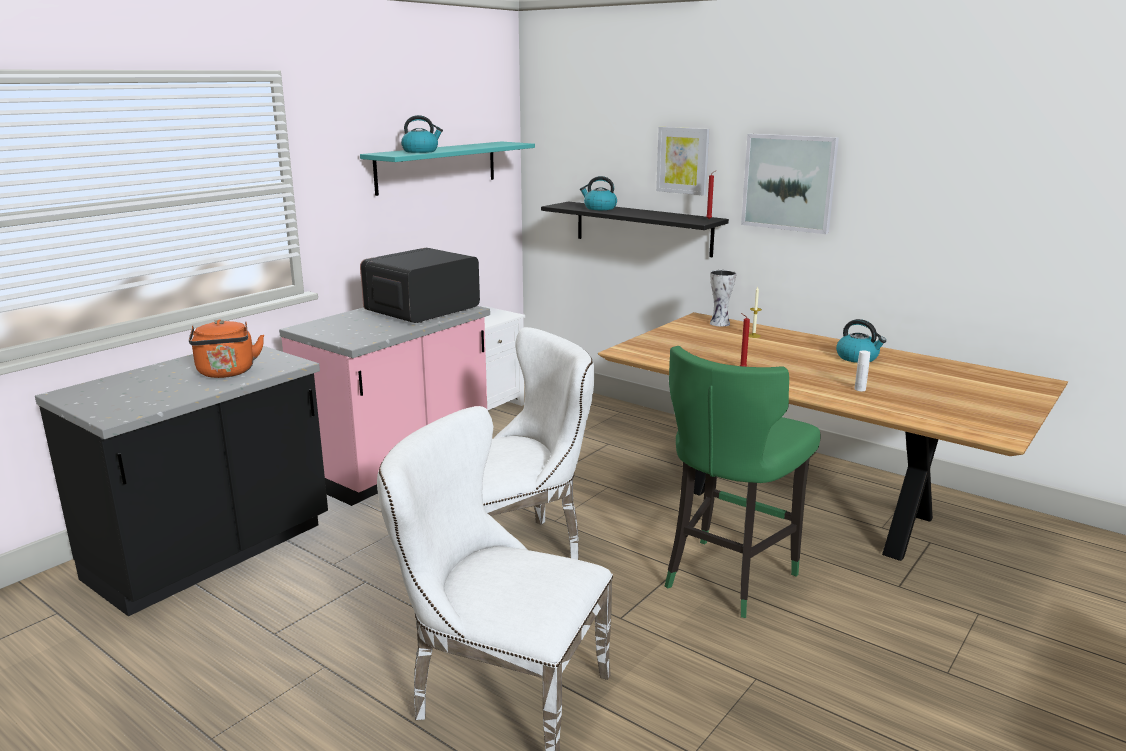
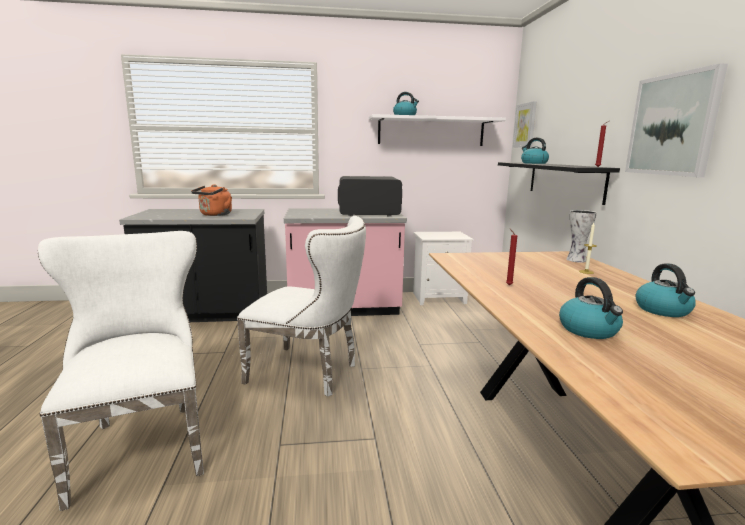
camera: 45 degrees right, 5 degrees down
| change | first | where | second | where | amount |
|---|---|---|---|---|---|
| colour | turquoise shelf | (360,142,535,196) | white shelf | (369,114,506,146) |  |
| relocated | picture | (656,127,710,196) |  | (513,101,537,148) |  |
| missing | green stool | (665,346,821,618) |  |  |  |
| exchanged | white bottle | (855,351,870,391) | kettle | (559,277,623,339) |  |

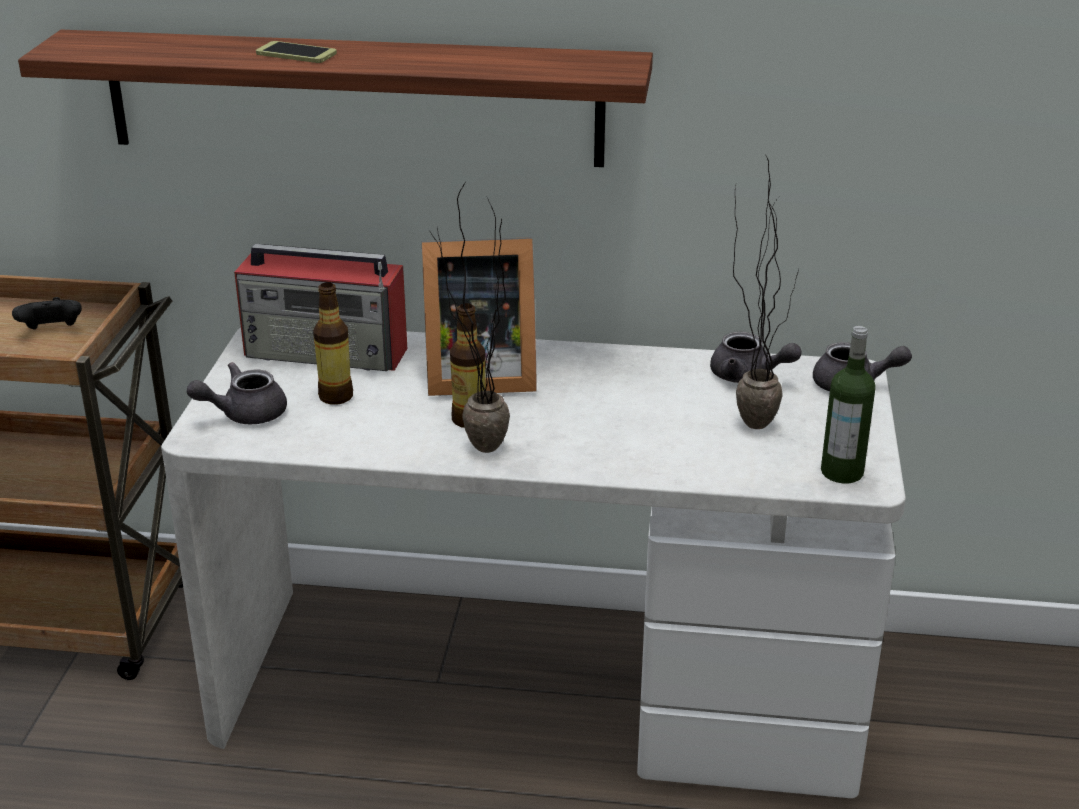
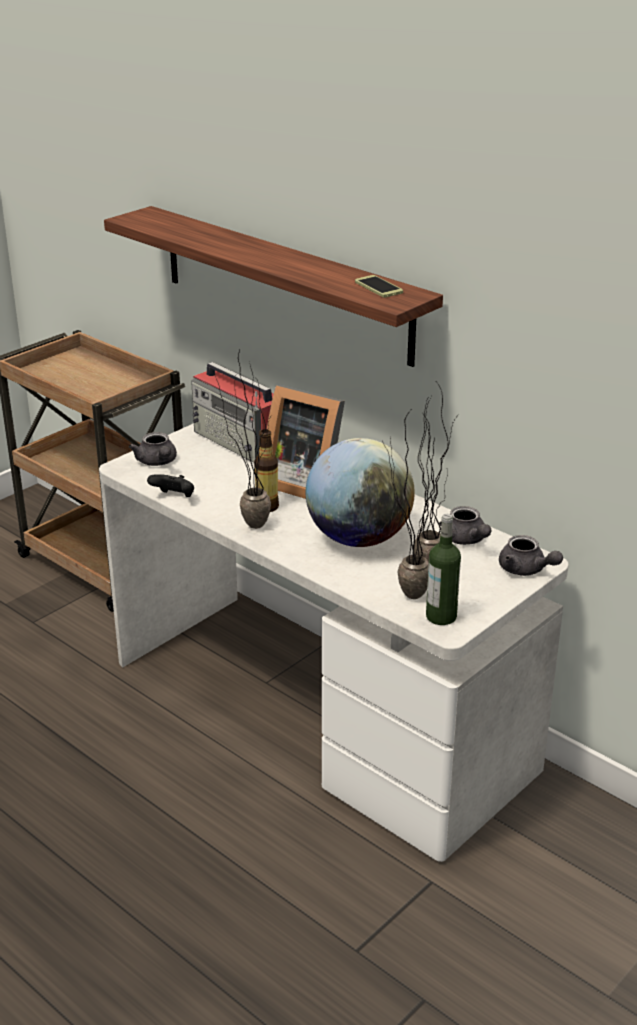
camera: 35 degrees right, 0 degrees up
| change | first | where | second | where | amount |
|---|---|---|---|---|---|
| relocated | black game controller | (12,297,82,330) |  | (147,474,194,497) |  |
| spun | grey teapot | (187,362,287,424) |  | (129,432,177,466) | 120 degrees counterclockwise |
| relocated | phone | (256,41,337,63) |  | (355,275,403,298) |  |
| missing | bottle | (313,282,353,405) |  |  |  |
| appeared |  |  | globe | (306,438,415,547) |  |
| appeared |  |  | potted plant | (382,410,435,599) |  |

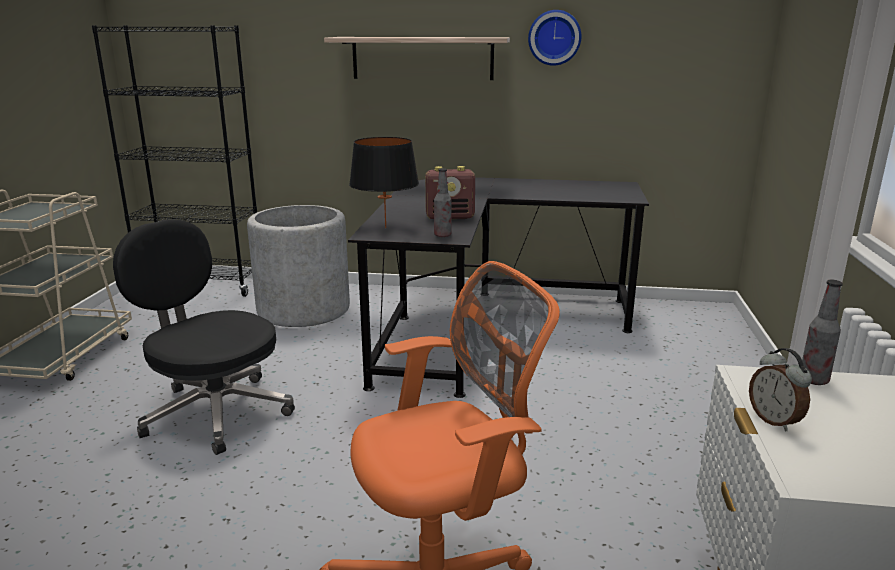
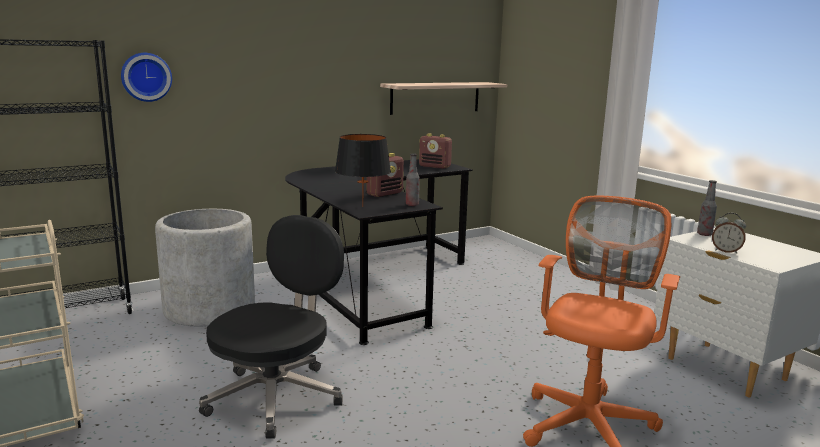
camera: 40 degrees left, 5 degrees down
| change | first | where | second | where | amount |
|---|---|---|---|---|---|
| spun | black office chair | (113,219,295,455) |  | (199,215,344,439) | 120 degrees clockwise |
| relocated | shelf | (324,37,510,80) |  | (380,82,507,115) |  |
| relocated | wall clock | (528,10,581,66) |  | (121,53,172,102) |  |
| appeared |  |  | radio | (419,133,452,169) |  |

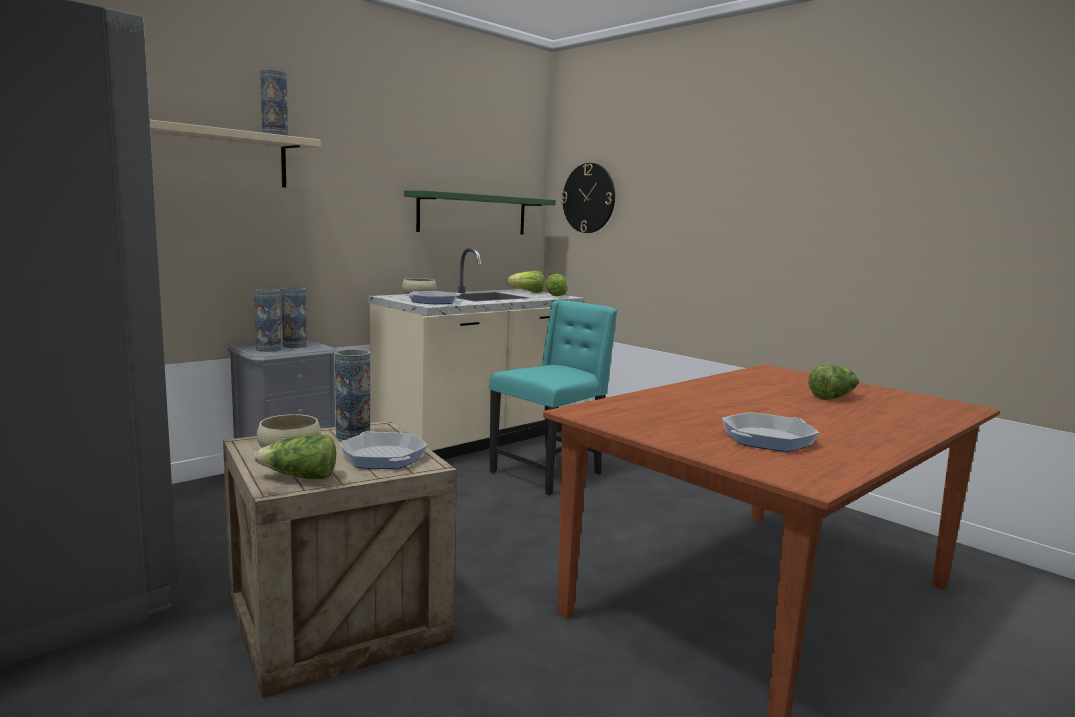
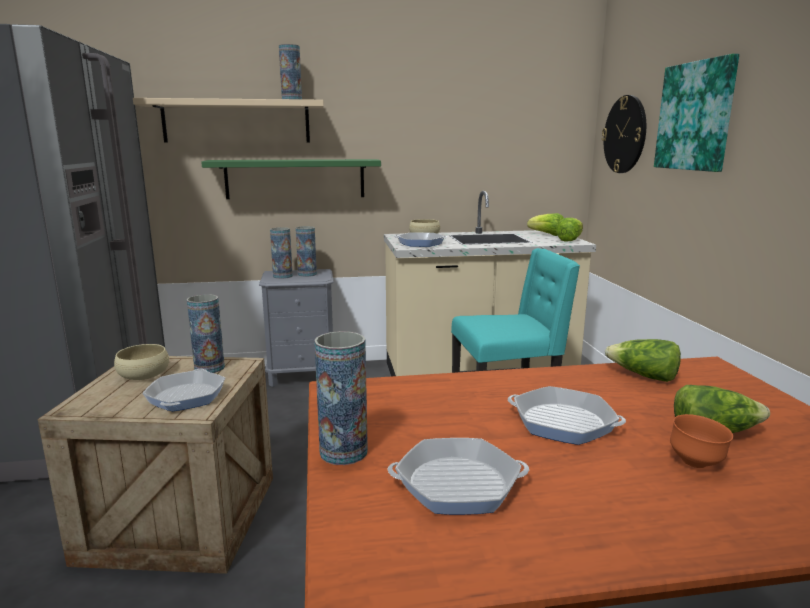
camera: 35 degrees right, 5 degrees up
| change | first | where | second | where | amount |
|---|---|---|---|---|---|
| relocated | lettuce | (254,434,336,479) |  | (605,339,681,382) |  |
| relocated | green shelf | (404,190,556,235) |  | (201,159,381,199) |  |
| appeared |  |  | vase | (314,331,368,465) |  |
| appeared |  |  | frying pan | (507,386,626,445) |  |
| appeared |  |  | picture | (654,54,739,172) |  |
| appeared |  |  | orange bowl | (670,414,733,468) |  |

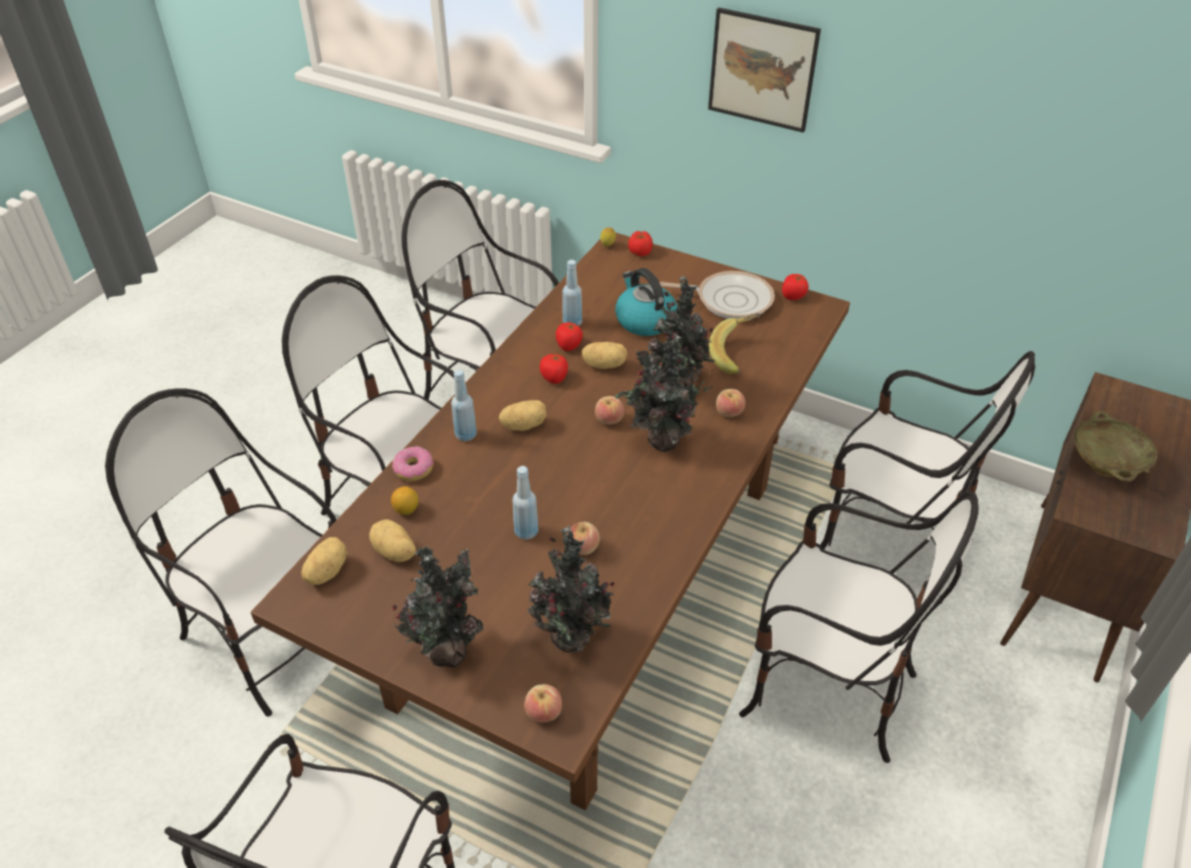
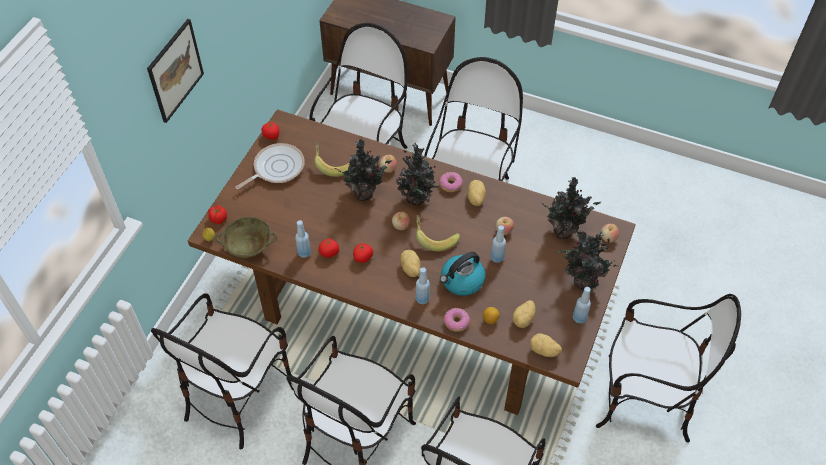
camera: 95 degrees left, 10 degrees up
| change | first | where | second | where | amount |
|---|---|---|---|---|---|
| relocated | potato | (582,342,627,369) |  | (468,180,486,206) |  |
| relocated | kettle | (615,268,677,336) |  | (440,252,485,296) |  |
| spun | frying pan | (660,271,775,319) |  | (235,143,305,189) | 45 degrees clockwise |
| relocated | beige bowl | (1073,411,1158,482) |  | (216,217,277,258) |  |
| appeared |  |  | banana | (416,215,460,251) |  |
| appeared |  |  | donut | (439,172,463,192) |  |
| appeared |  |  | blue bottle | (573,287,591,323) |  |

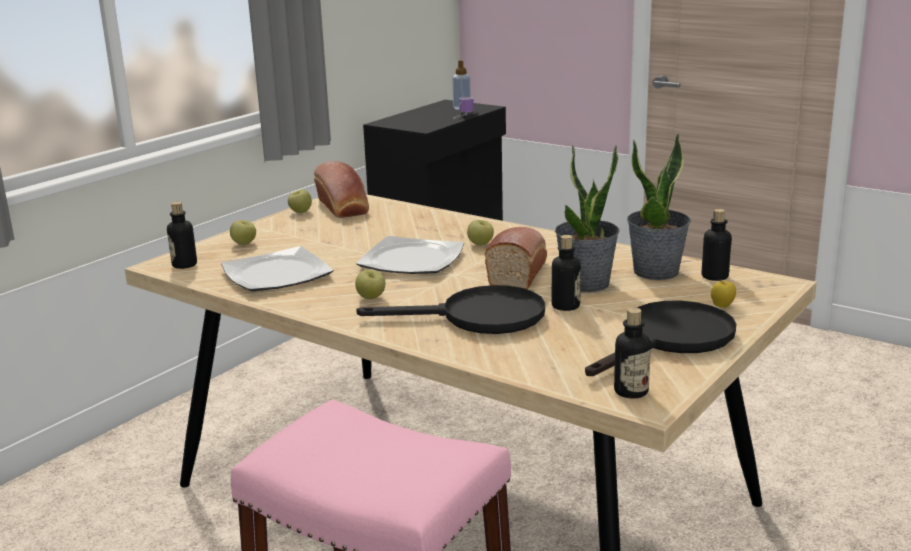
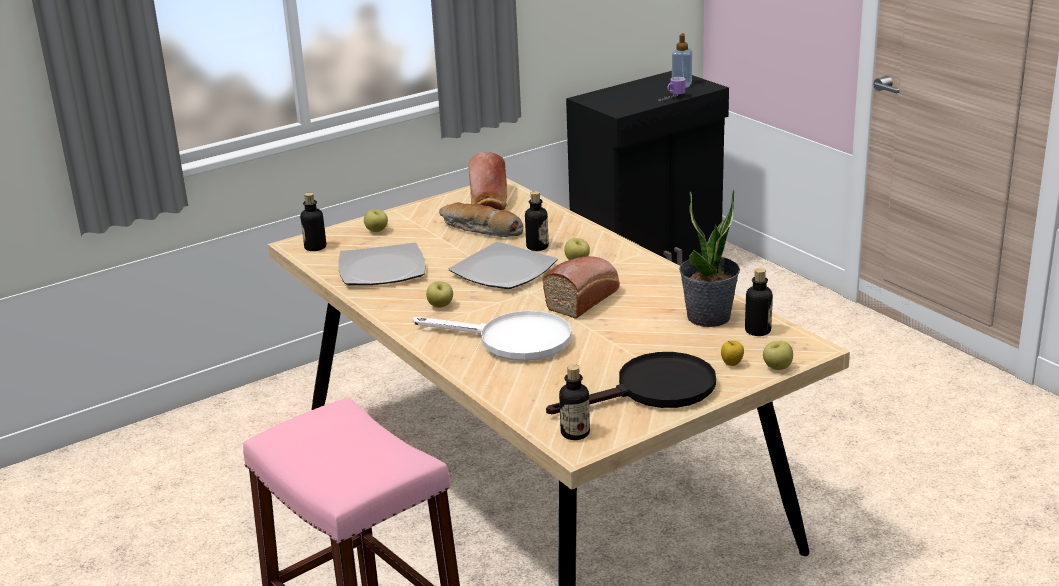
camera: 20 degrees right, 5 degrees up
| change | first | where | second | where | amount |
|---|---|---|---|---|---|
| relocated | apple | (288,190,312,213) |  | (763,341,793,370) |  |
| colour | black frying pan | (356,285,545,334) | white frying pan | (413,311,572,361) |  |
| relocated | bottle | (552,235,581,311) |  | (525,191,549,251) |  |
| missing | potted plant | (555,145,619,292) |  |  |  |
| appeared |  |  | bread | (439,202,523,237) |  |

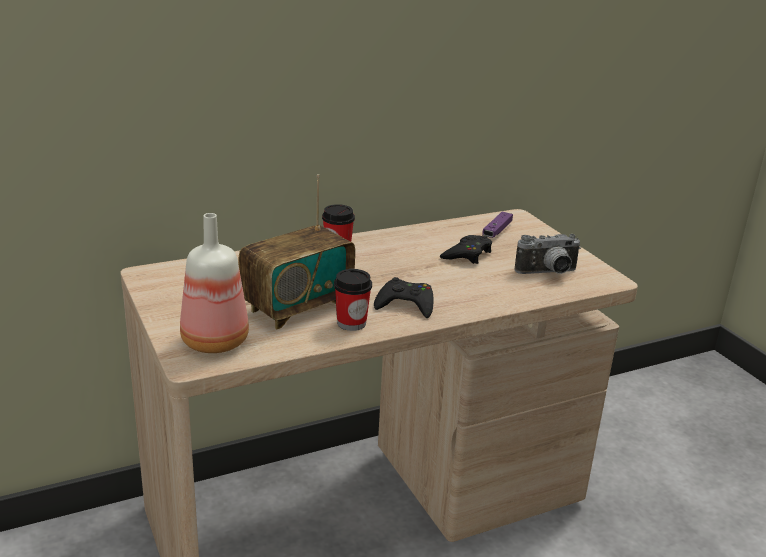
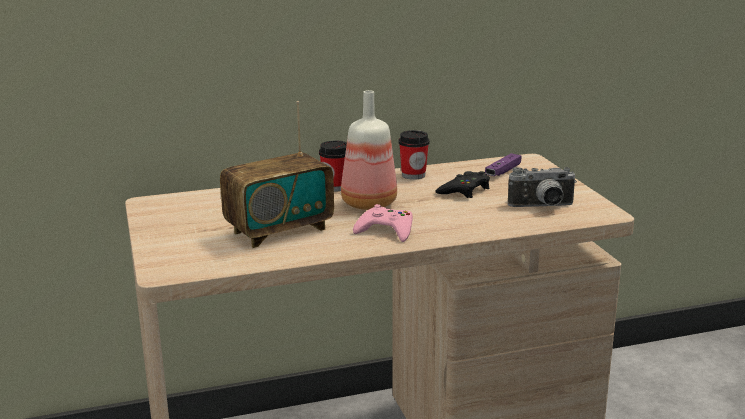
camera: 10 degrees right, 5 degrees down
| change | first | where | second | where | amount |
|---|---|---|---|---|---|
| relocated | bottle | (180,213,249,353) |  | (341,90,397,210) |  |
| relocated | cup | (334,269,372,331) |  | (398,130,429,180) |  |
| colour | black game controller | (374,277,433,318) | pink game controller | (353,204,413,242) |  |

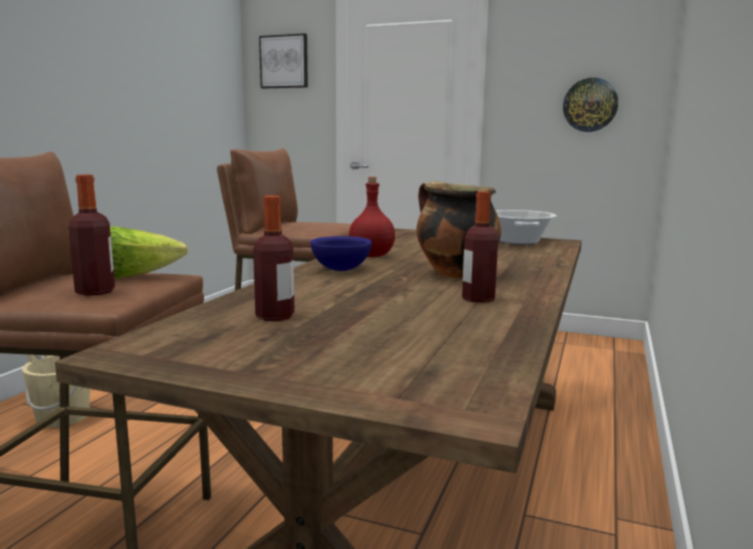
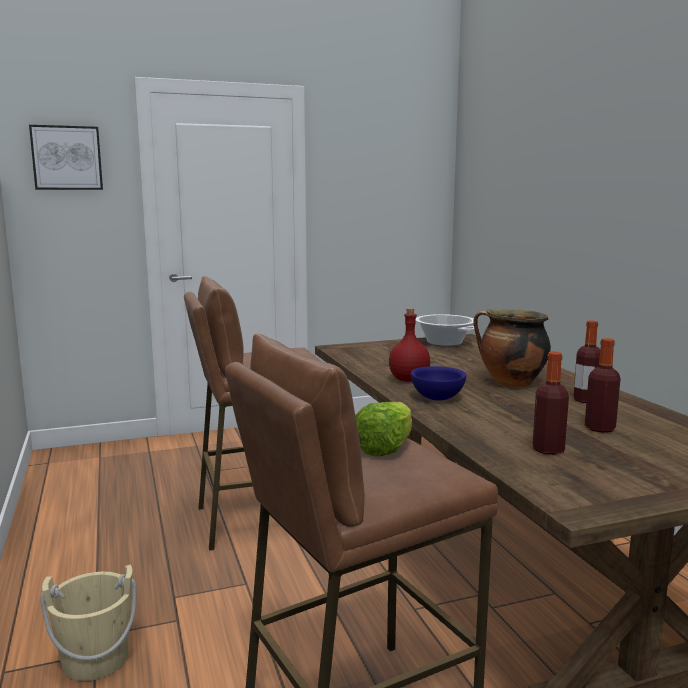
camera: 40 degrees left, 0 degrees up
| change | first | where | second | where | amount |
|---|---|---|---|---|---|
| relocated | bottle | (68,175,115,296) |  | (585,338,621,433) |  |
| missing | wall clock | (563,78,618,132) |  |  |  |

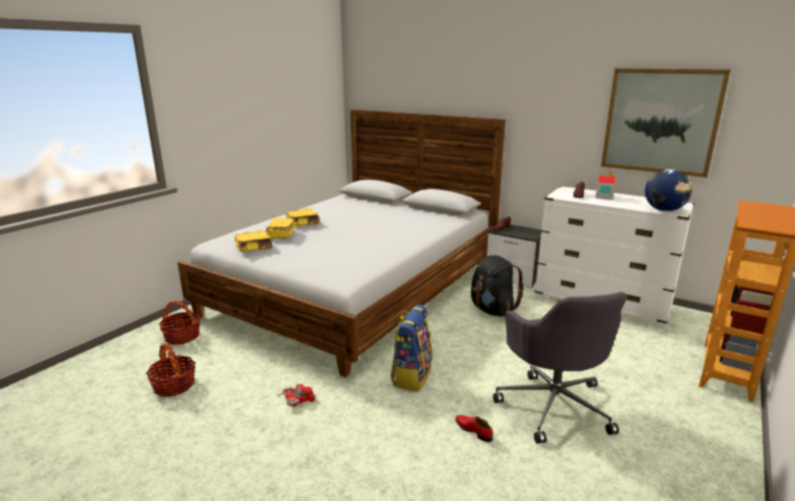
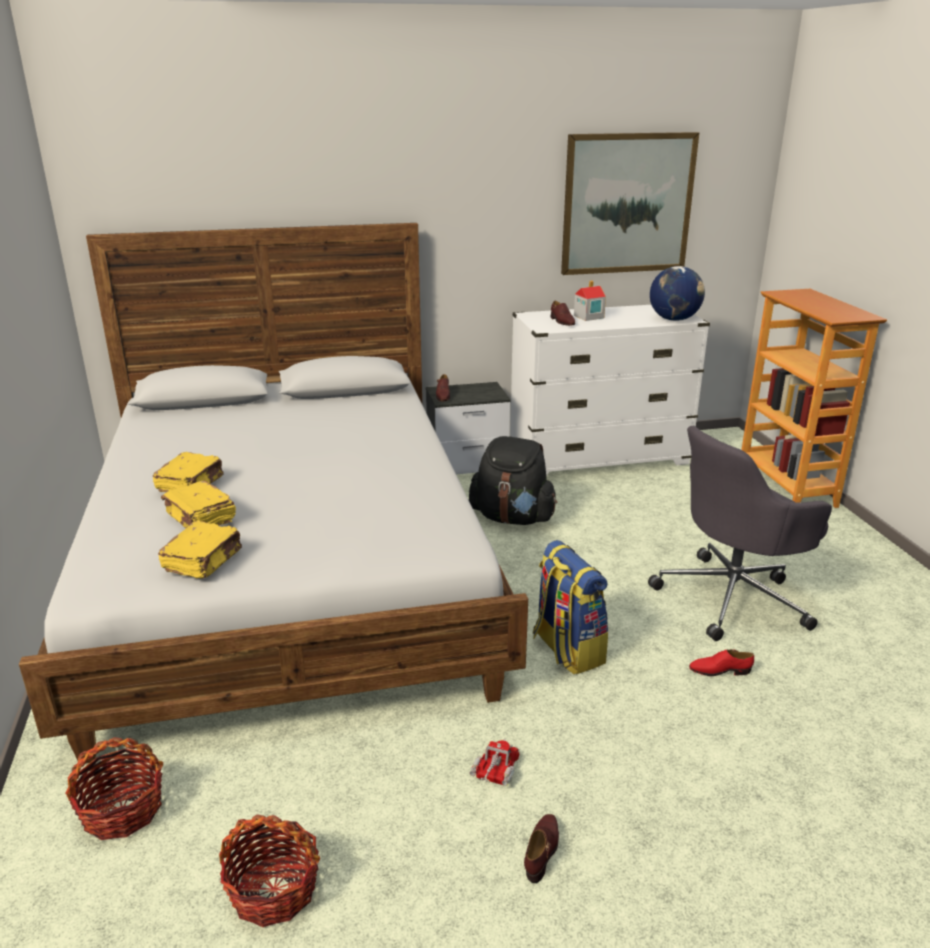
camera: 45 degrees left, 5 degrees up
| change | first | where | second | where | amount |
|---|---|---|---|---|---|
| spun | grey office chair | (493,292,627,444) |  | (648,426,832,641) | 120 degrees clockwise |
| appeared |  |  | brown shoe | (524,814,559,883) |  |

